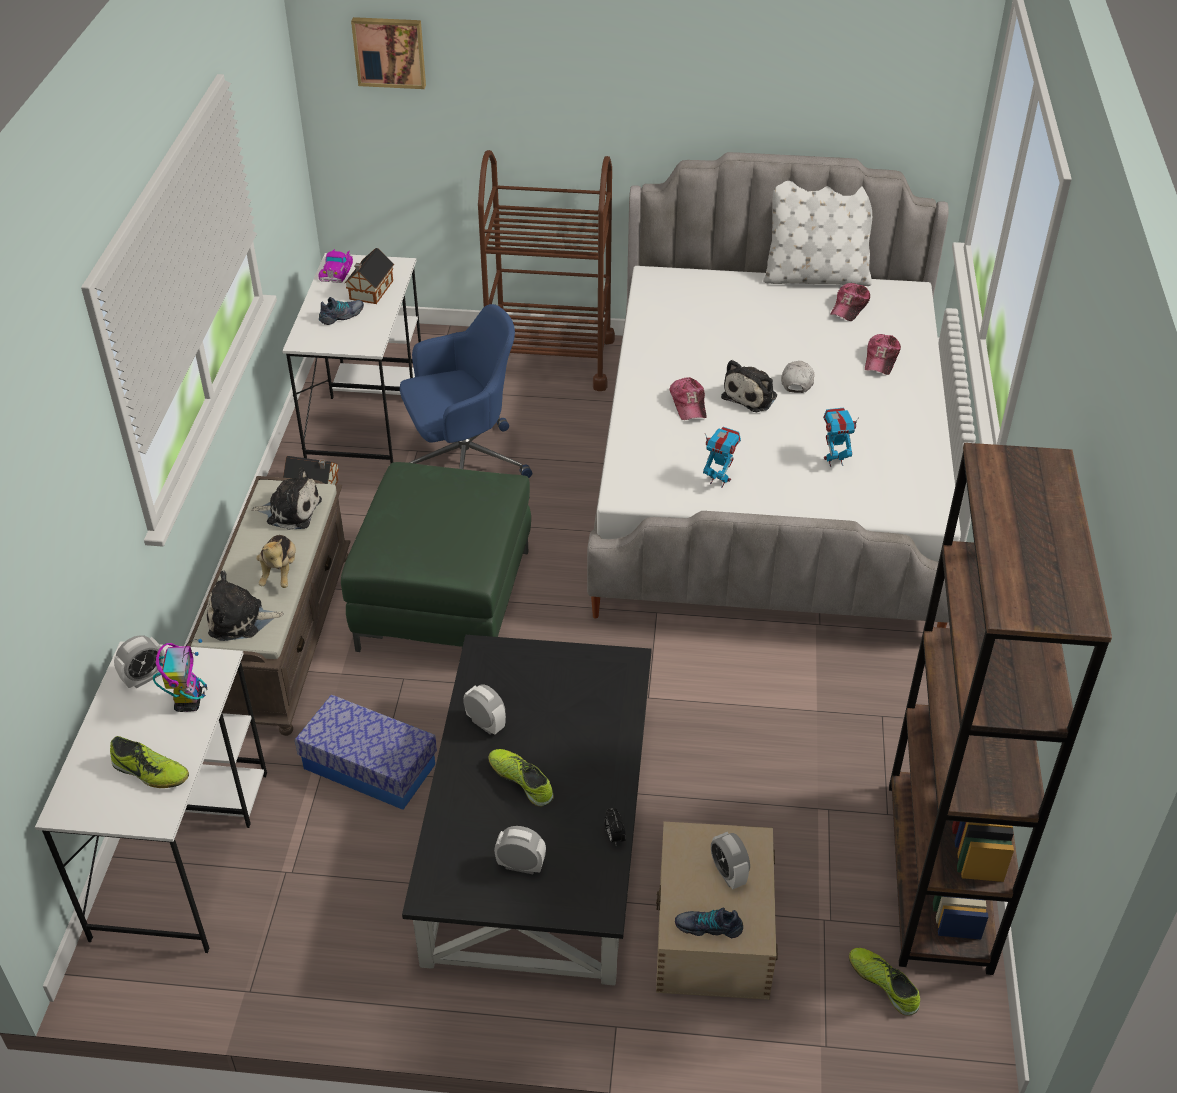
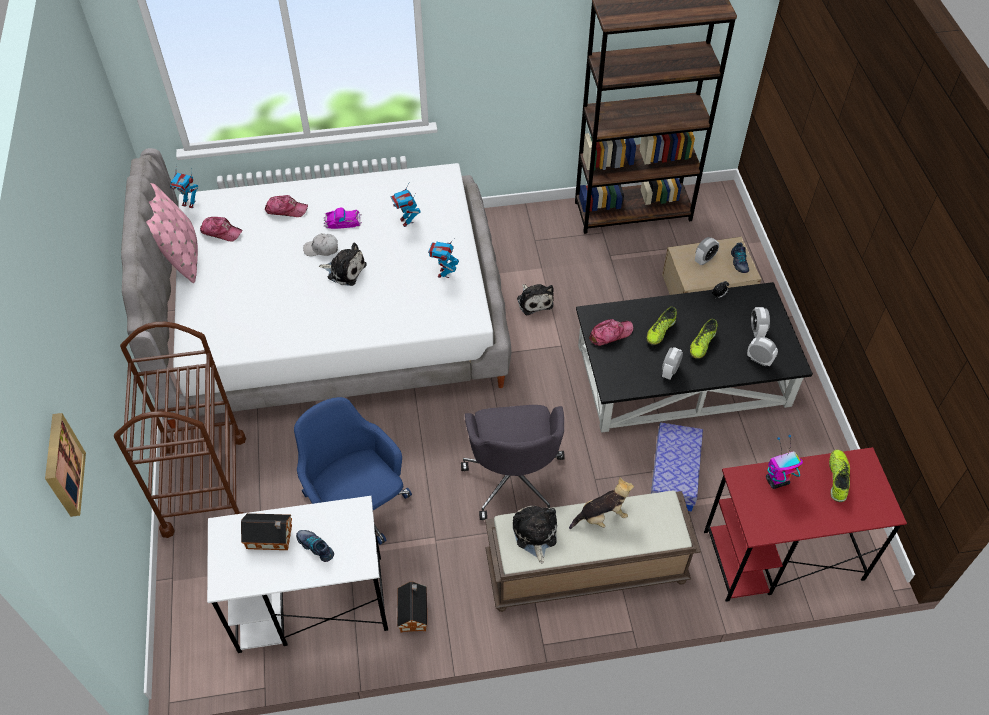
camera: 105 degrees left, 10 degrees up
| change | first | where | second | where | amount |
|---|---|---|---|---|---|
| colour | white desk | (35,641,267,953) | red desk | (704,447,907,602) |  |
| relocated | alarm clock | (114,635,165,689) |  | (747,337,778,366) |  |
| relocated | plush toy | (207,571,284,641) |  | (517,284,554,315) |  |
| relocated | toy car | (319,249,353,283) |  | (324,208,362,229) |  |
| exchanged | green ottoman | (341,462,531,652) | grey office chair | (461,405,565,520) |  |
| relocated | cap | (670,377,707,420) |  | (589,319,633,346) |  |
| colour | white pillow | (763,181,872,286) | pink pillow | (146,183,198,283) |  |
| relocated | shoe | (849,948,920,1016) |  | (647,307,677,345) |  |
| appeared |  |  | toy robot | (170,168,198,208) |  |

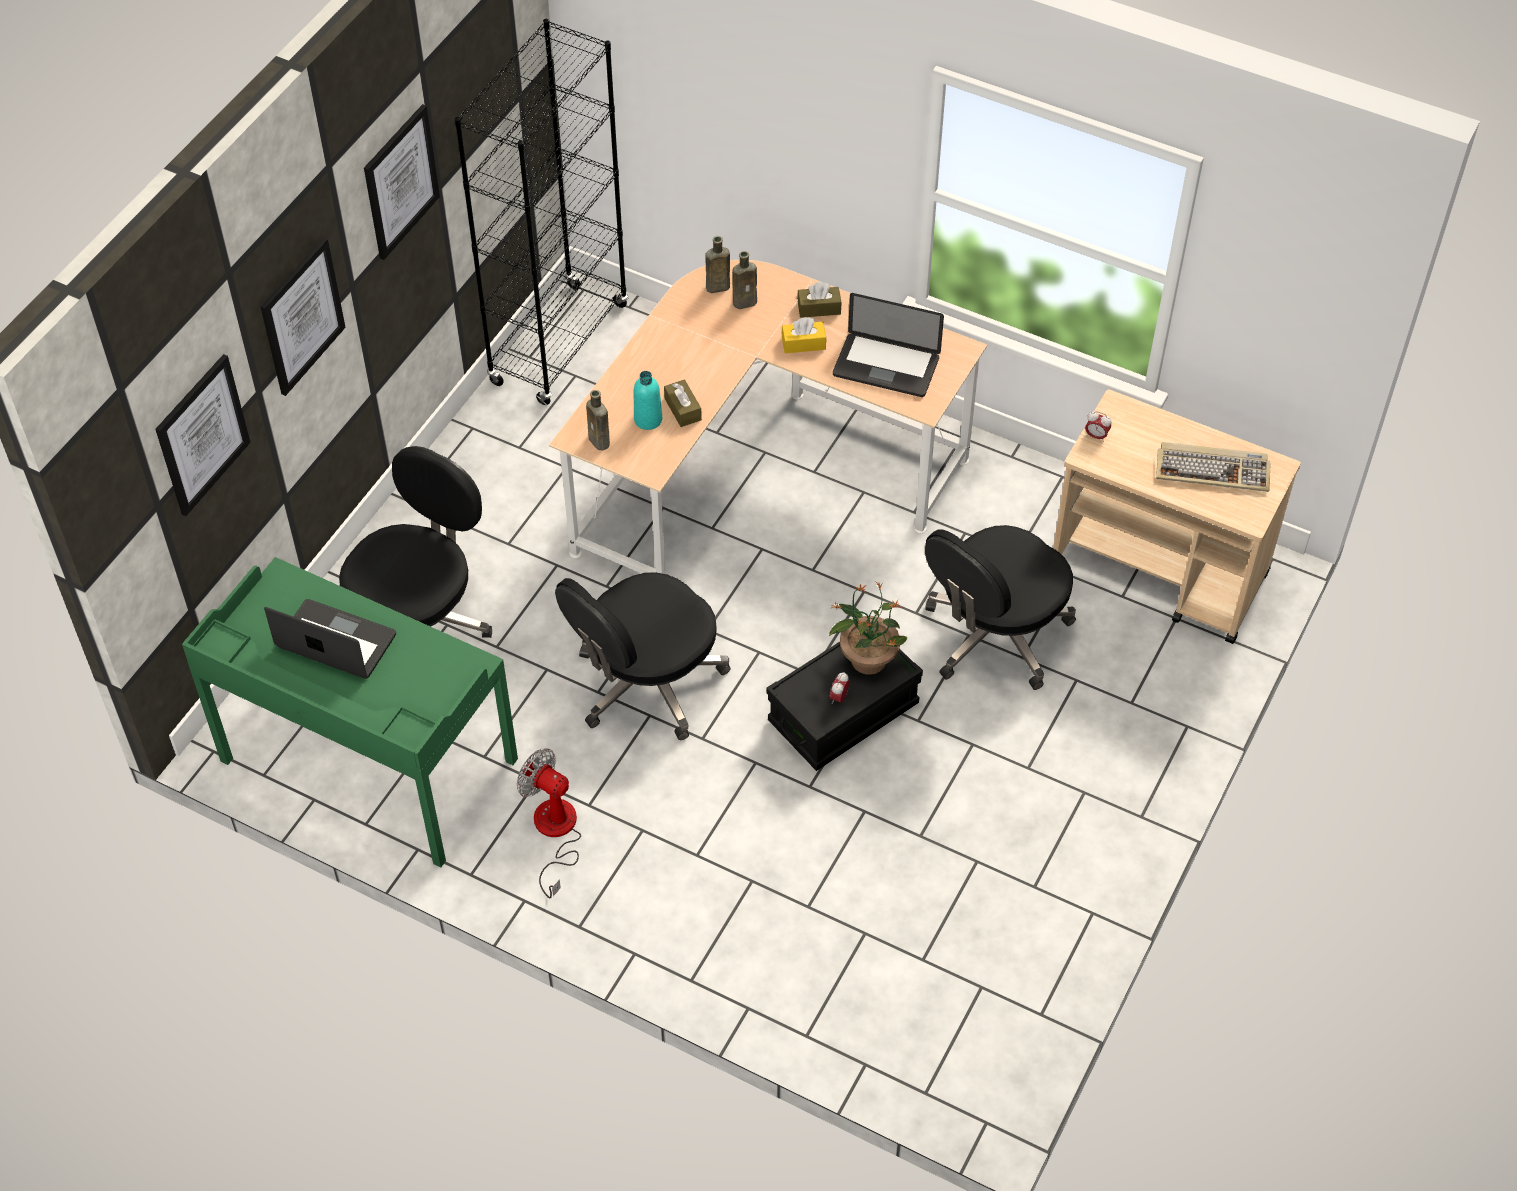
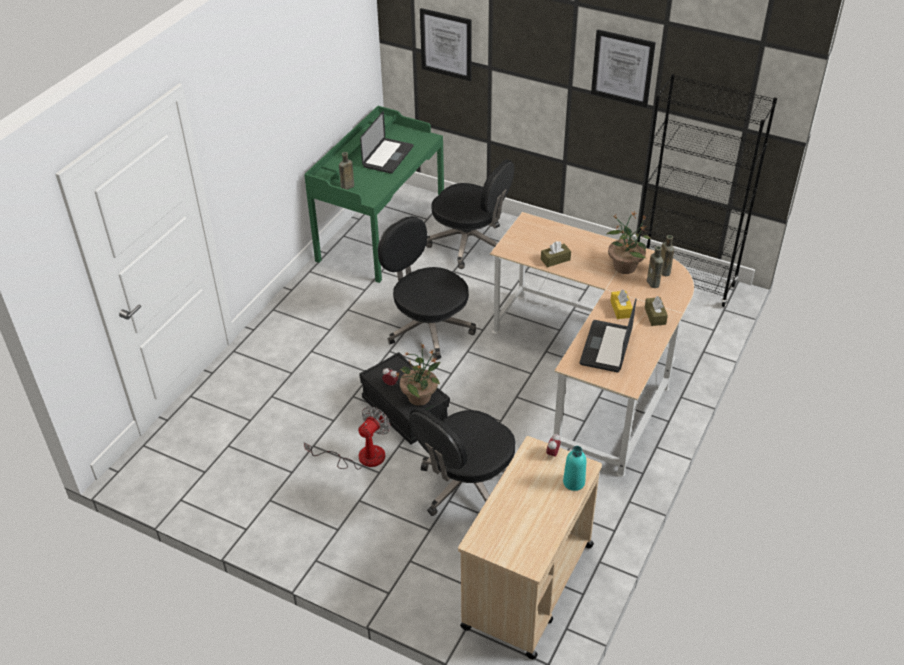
camera: 90 degrees right, 10 degrees down
| change | first | where | second | where | amount |
|---|---|---|---|---|---|
| missing | picture | (261,237,346,396) |  |  |  |
| relocated | fan | (517,748,581,899) |  | (304,406,390,470) |  |
| relocated | brown bottle | (586,390,610,450) |  | (339,152,354,190) |  |
| relocated | turquoise bottle | (634,371,662,430) |  | (563,446,586,491) |  |
| spun | black office chair | (925,525,1076,690) |  | (409,407,515,516) | 90 degrees counterclockwise |
| missing | keyboard | (1156,442,1270,492) |  |  |  |
| appeared |  |  | potted plant | (606,210,651,274) |  |

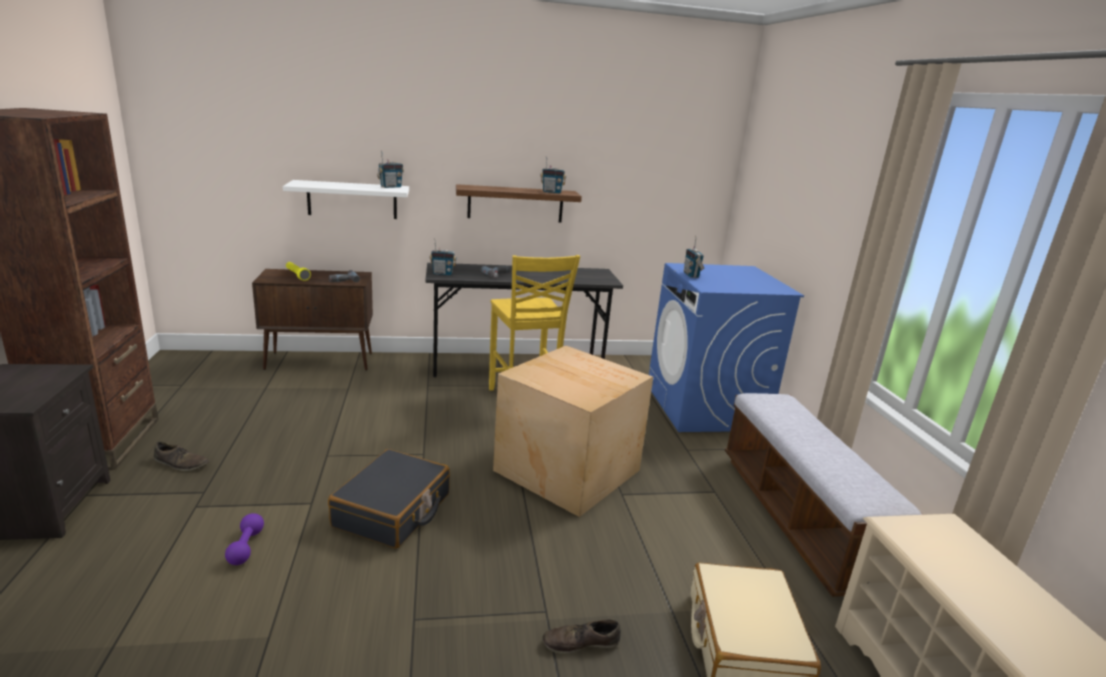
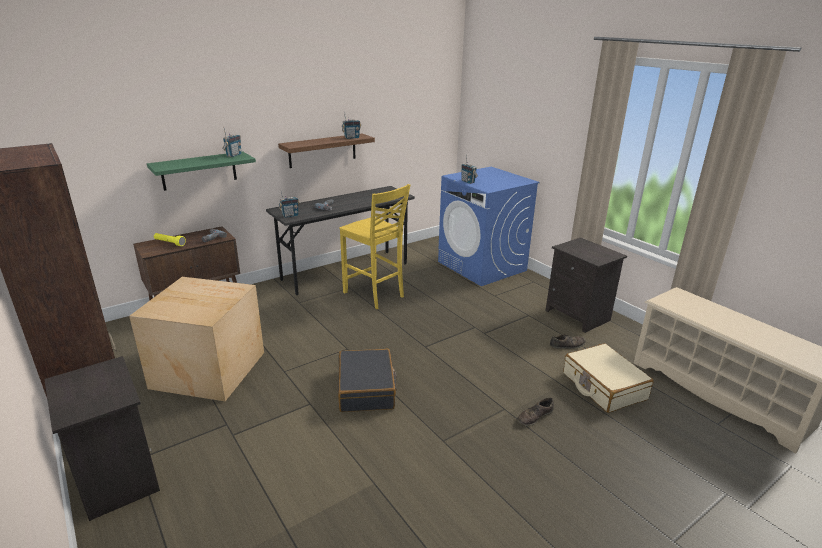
camera: 25 degrees left, 5 degrees up
| change | first | where | second | where | amount |
|---|---|---|---|---|---|
| relocated | brown shoe | (154,442,209,471) |  | (550,334,586,349) |  |
| missing | purple dumbbell | (225,513,264,565) |  |  |  |
| colour | white shelf | (283,180,409,219) | green shelf | (147,152,256,191) |  |
| relocated | cardboard box | (493,346,653,517) |  | (129,277,264,401) |  |
| exchanged | bench | (725,393,924,597) | black nightstand | (546,238,627,333) |  |

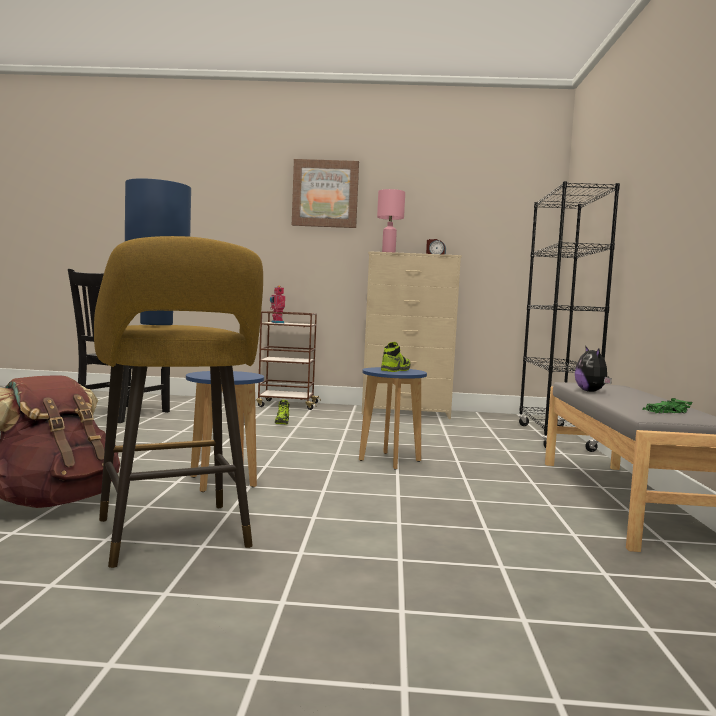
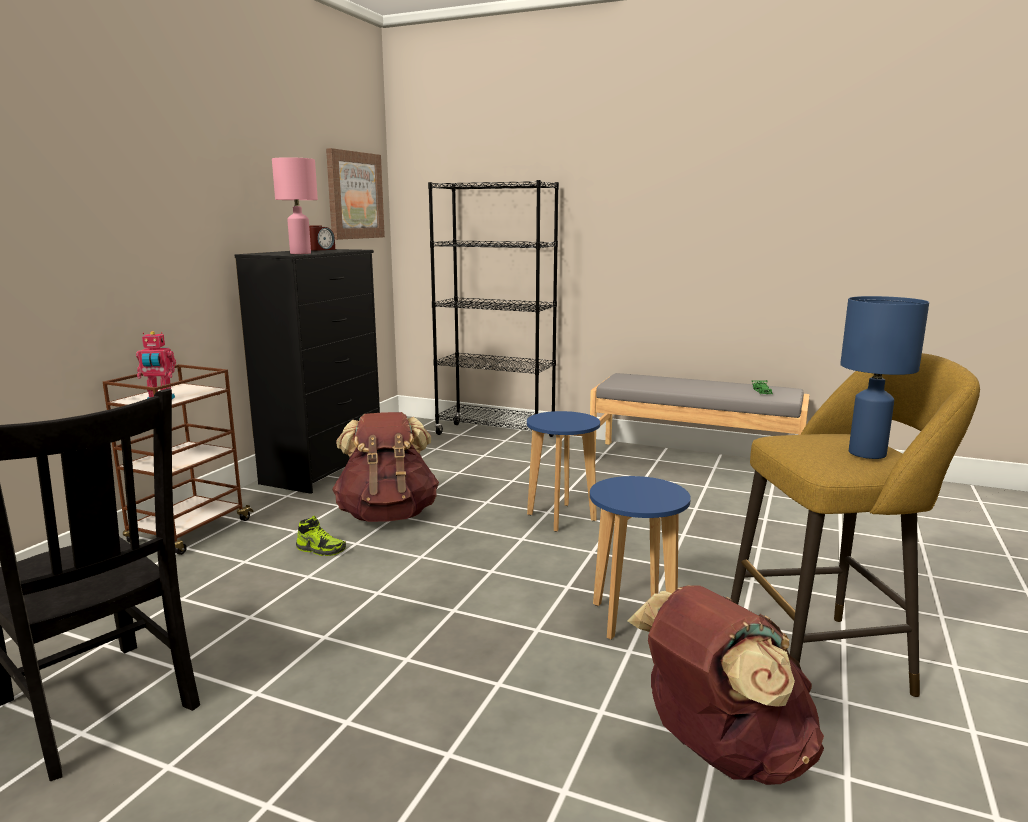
camera: 70 degrees left, 10 degrees up
| change | first | where | second | where | amount |
|---|---|---|---|---|---|
| relocated | picture | (292,159,359,228) |  | (326,148,385,240) |  |
| colour | beige dresser | (362,251,462,419) | black dresser | (235,249,380,494) |  |
| missing | shoe | (381,342,411,372) |  |  |  |
| missing | plush toy | (575,346,612,392) |  |  |  |
| appeared |  |  | brown backpack | (332,412,439,522) |  |

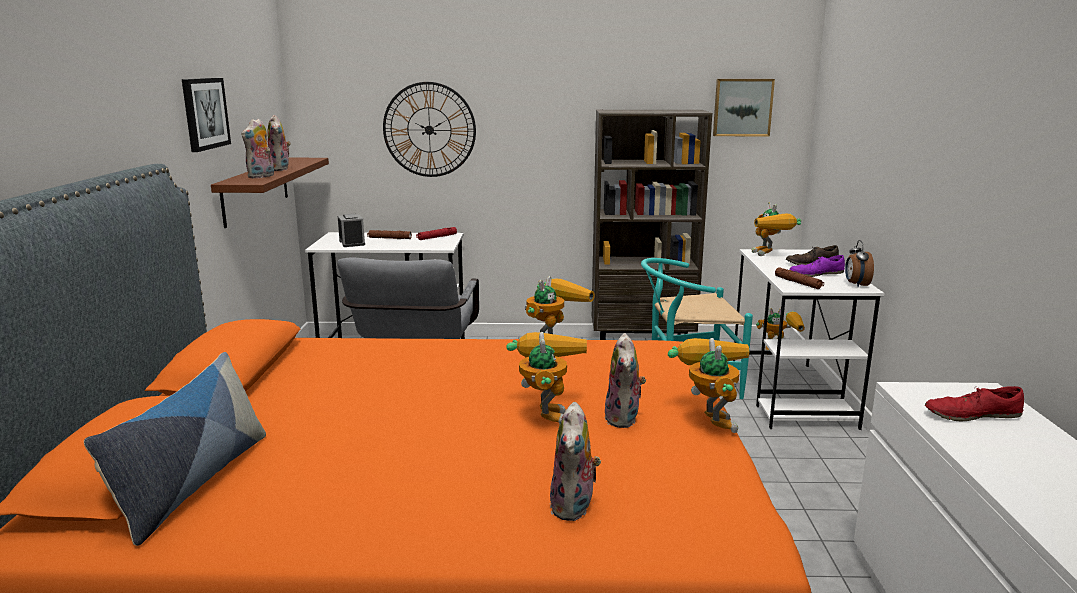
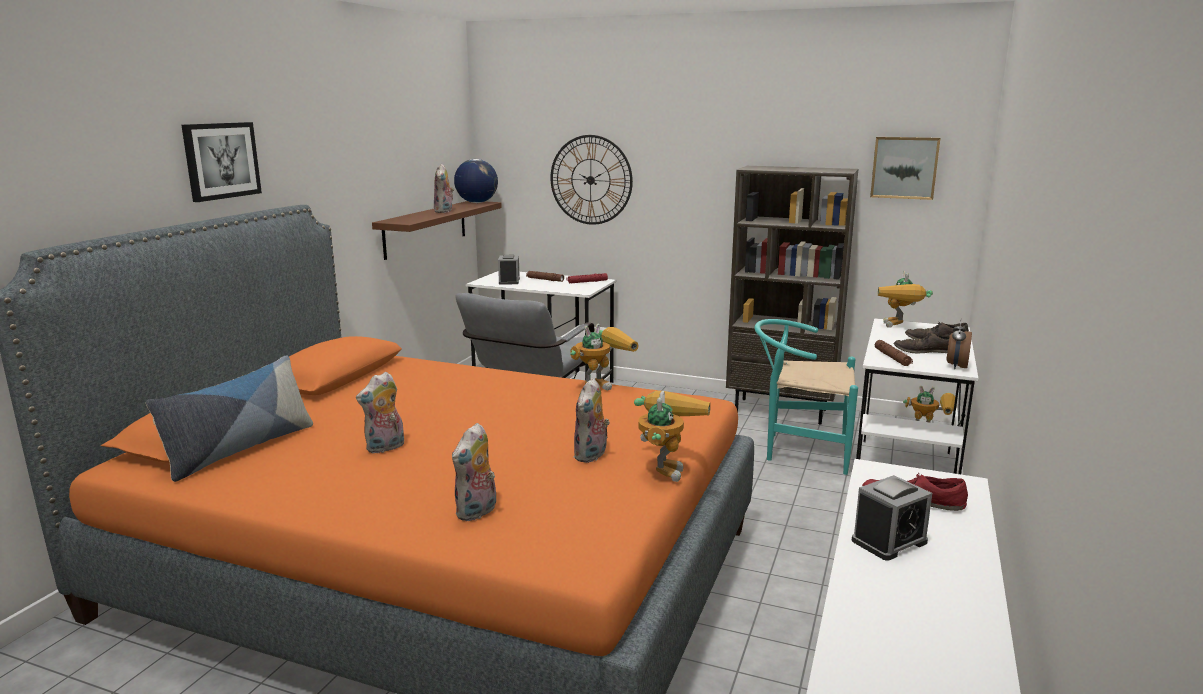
camera: 20 degrees right, 0 degrees up
| change | first | where | second | where | amount |
|---|---|---|---|---|---|
| relocated | picture | (182,78,231,152) |  | (181,122,262,202) |  |
| relocated | plush toy | (241,118,274,179) |  | (356,371,404,453) |  |
| missing | toy robot | (506,332,587,424) |  |  |  |
| colour | purple shoe | (789,255,845,277) | brown shoe | (894,332,951,353) |  |
| appeared |  |  | globe | (454,159,498,203) |  |
| appeared |  |  | alarm clock | (851,475,932,561) |  |

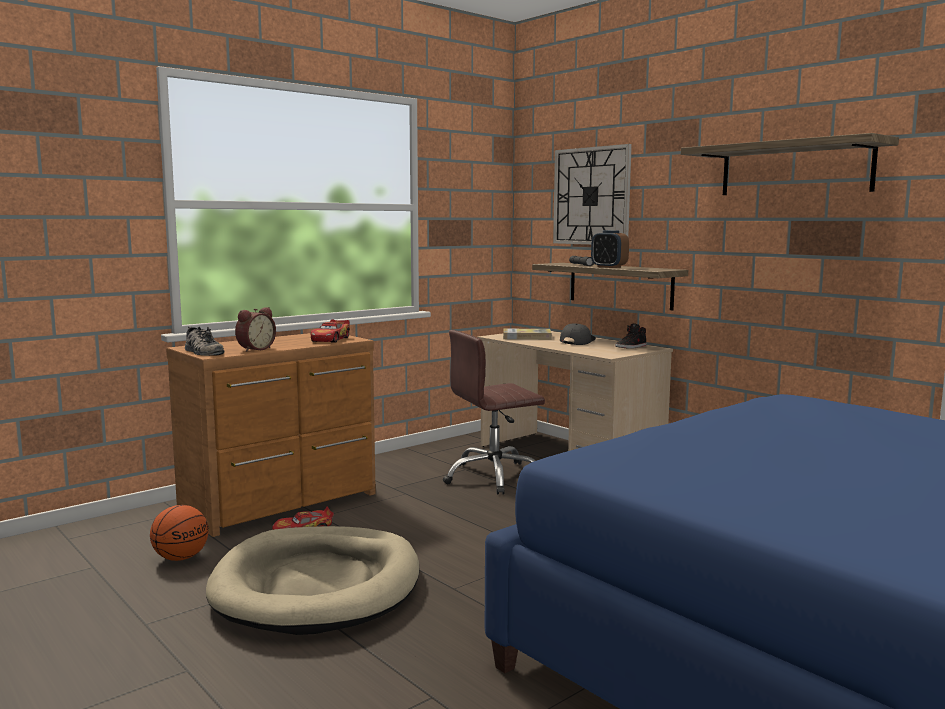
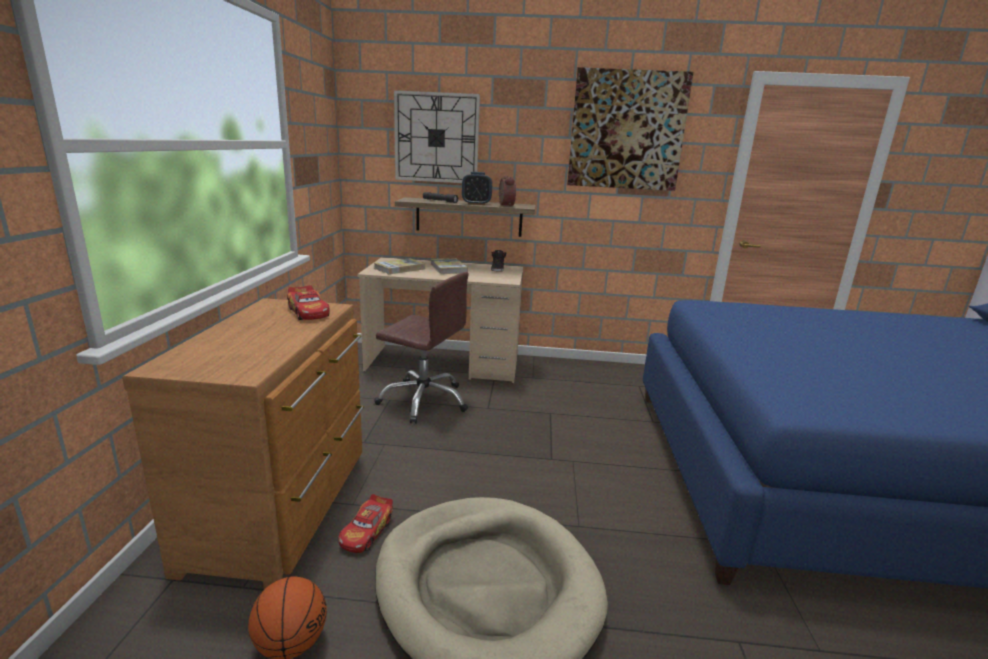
camera: 45 degrees left, 10 degrees up
| change | first | where | second | where | amount |
|---|---|---|---|---|---|
| missing | shoe | (185,326,224,356) |  |  |  |
| relocated | alarm clock | (235,307,276,352) |  | (499,175,516,207) |  |
| spun | brown office chair | (443,330,545,495) |  | (375,272,469,424) | 90 degrees counterclockwise |
| exchanged | grey cap | (560,323,596,345) | book | (430,258,468,274) |  |
| exchanged | shelf | (681,133,899,195) | picture | (567,67,693,191) |  |

